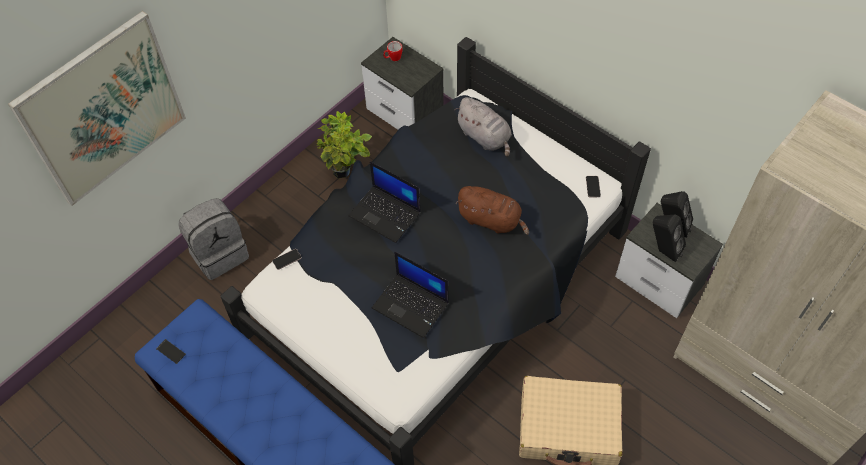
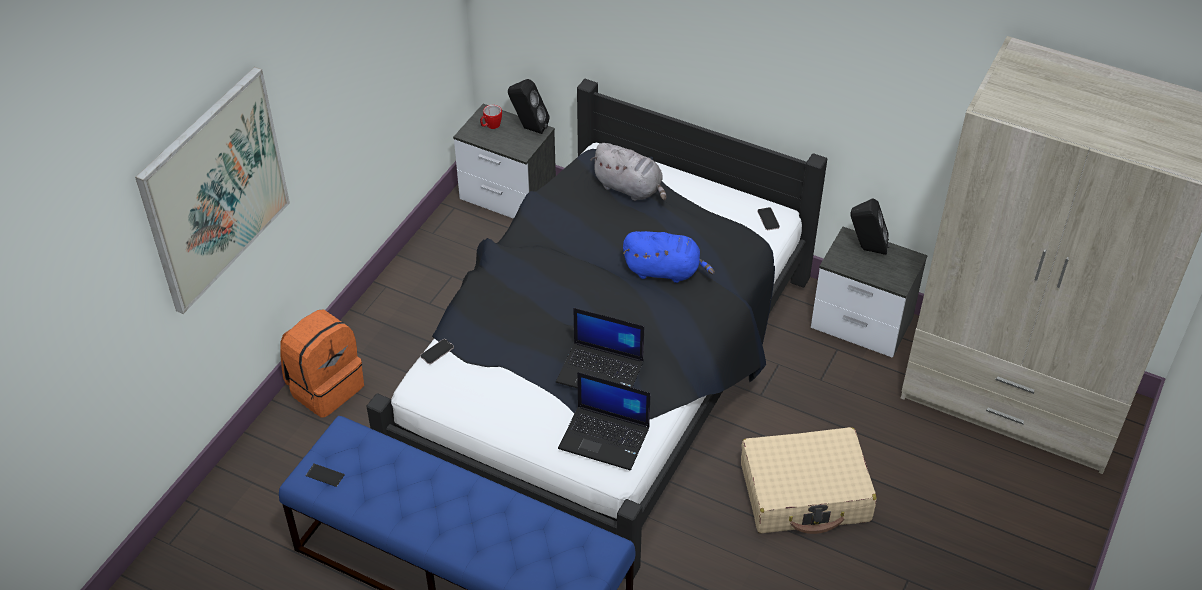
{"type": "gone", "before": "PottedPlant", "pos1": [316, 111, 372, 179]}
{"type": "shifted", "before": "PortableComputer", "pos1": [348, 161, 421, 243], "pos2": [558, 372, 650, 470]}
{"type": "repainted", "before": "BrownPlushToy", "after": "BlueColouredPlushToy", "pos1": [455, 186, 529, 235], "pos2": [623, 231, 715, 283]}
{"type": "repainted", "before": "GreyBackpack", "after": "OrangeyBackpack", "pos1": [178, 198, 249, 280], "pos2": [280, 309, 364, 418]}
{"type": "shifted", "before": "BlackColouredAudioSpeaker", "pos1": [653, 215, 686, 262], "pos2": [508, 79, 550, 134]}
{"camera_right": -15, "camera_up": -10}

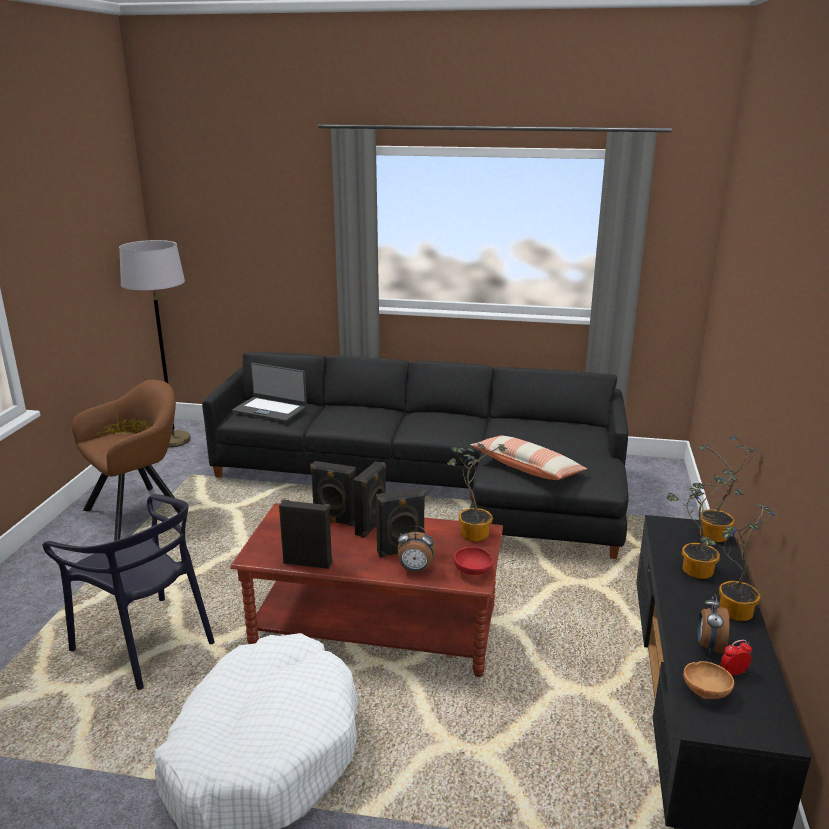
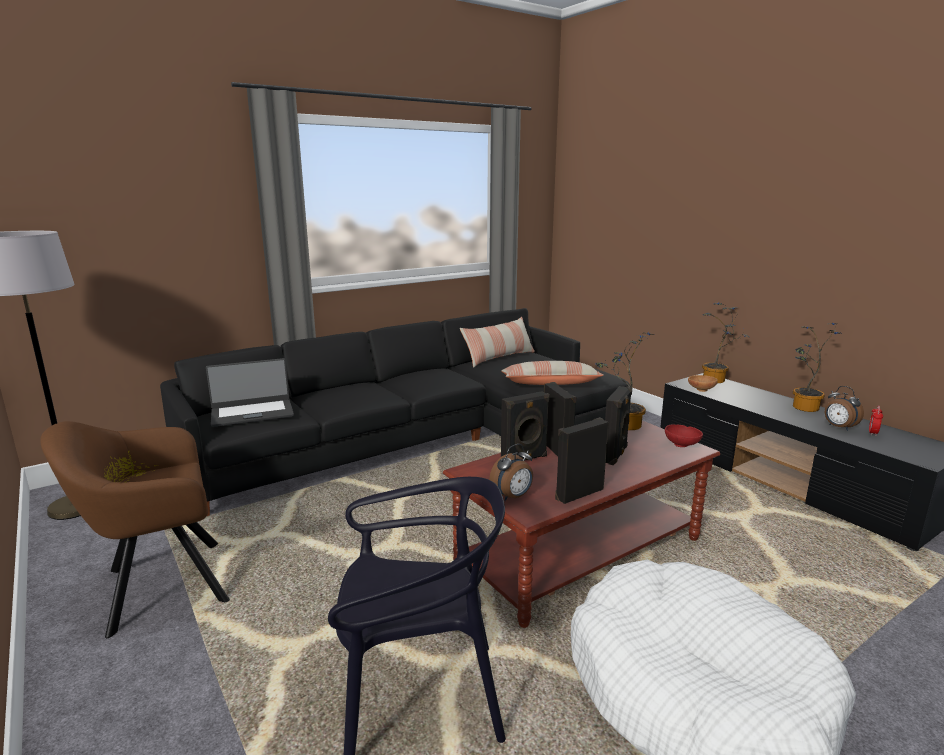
{"type": "rotated", "before": "BrownLoungeChair", "pos1": [72, 380, 182, 541], "pos2": [40, 421, 230, 638], "turn": -120}
{"type": "gone", "before": "PottedPlant", "pos1": [667, 475, 739, 579]}
{"type": "shifted", "before": "TableClock", "pos1": [397, 526, 436, 572], "pos2": [489, 444, 533, 501]}
{"type": "shifted", "before": "BrownBowl", "pos1": [683, 661, 734, 699], "pos2": [688, 375, 718, 392]}
{"type": "new", "after": "ThrowPillow", "pos2": [460, 317, 535, 368]}
{"camera_right": -45, "camera_up": -5}

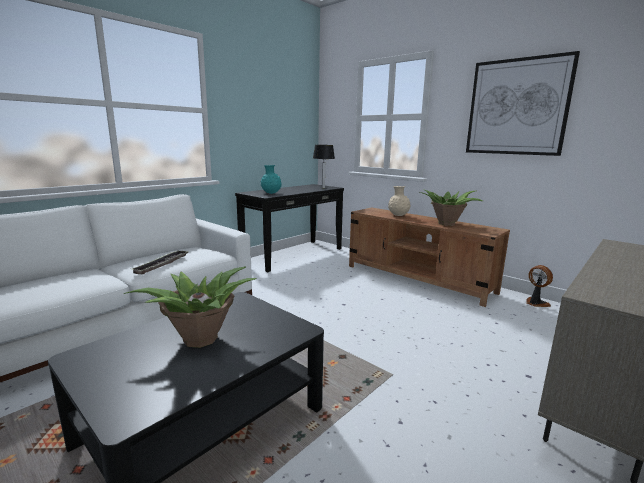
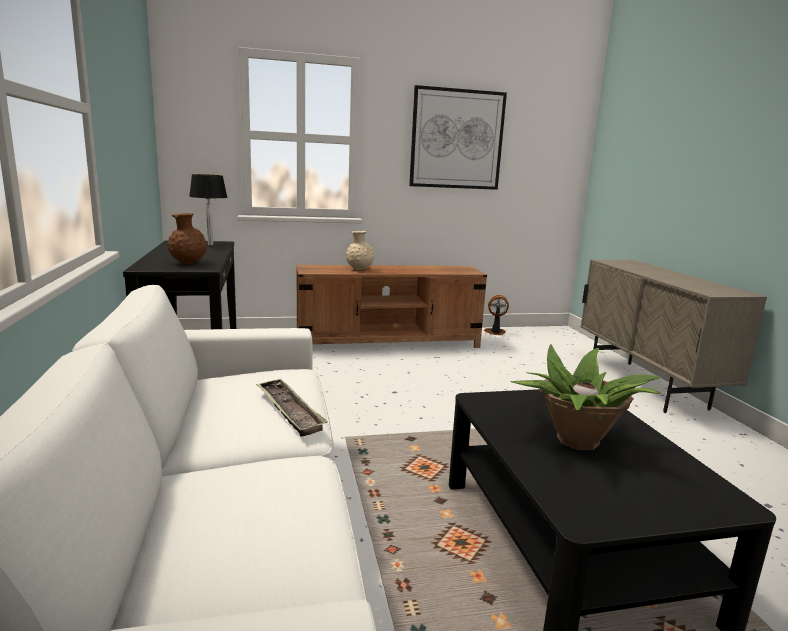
{"type": "repainted", "before": "TurquoiseColouredFlowerVase", "after": "BrownFlowerVase", "pos1": [261, 165, 282, 194], "pos2": [167, 213, 207, 264]}
{"type": "gone", "before": "PottedPlant", "pos1": [420, 190, 483, 226]}
{"camera_right": -55, "camera_up": 0}

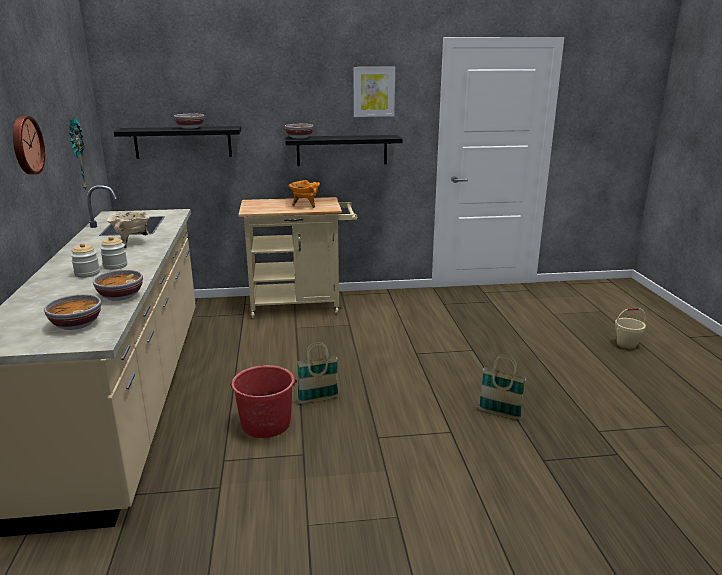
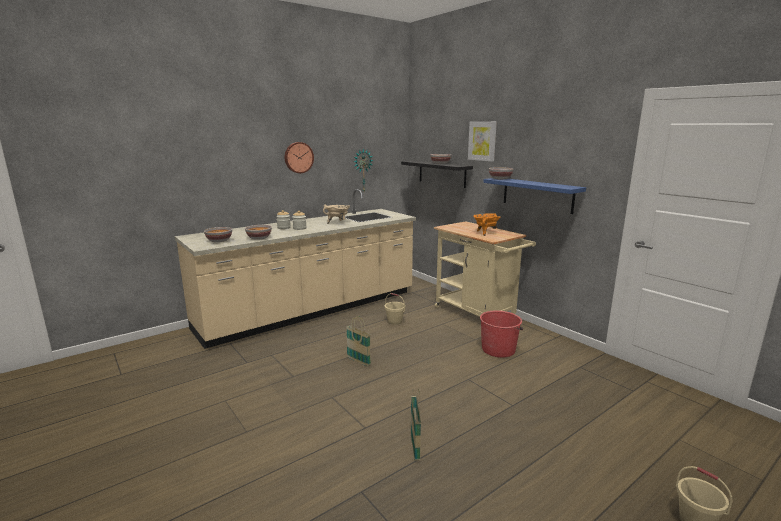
{"type": "shifted", "before": "WallArt", "pos1": [354, 67, 395, 117], "pos2": [468, 121, 497, 162]}
{"type": "repainted", "before": "BlackColouredShelf", "after": "BlueColouredShelf", "pos1": [285, 135, 403, 166], "pos2": [483, 178, 586, 214]}
{"type": "shifted", "before": "RedColouredWaterBucket", "pos1": [230, 365, 297, 438], "pos2": [480, 310, 523, 358]}
{"type": "new", "after": "SandColouredWaterBucket", "pos2": [385, 293, 405, 325]}
{"camera_right": 60, "camera_up": -5}

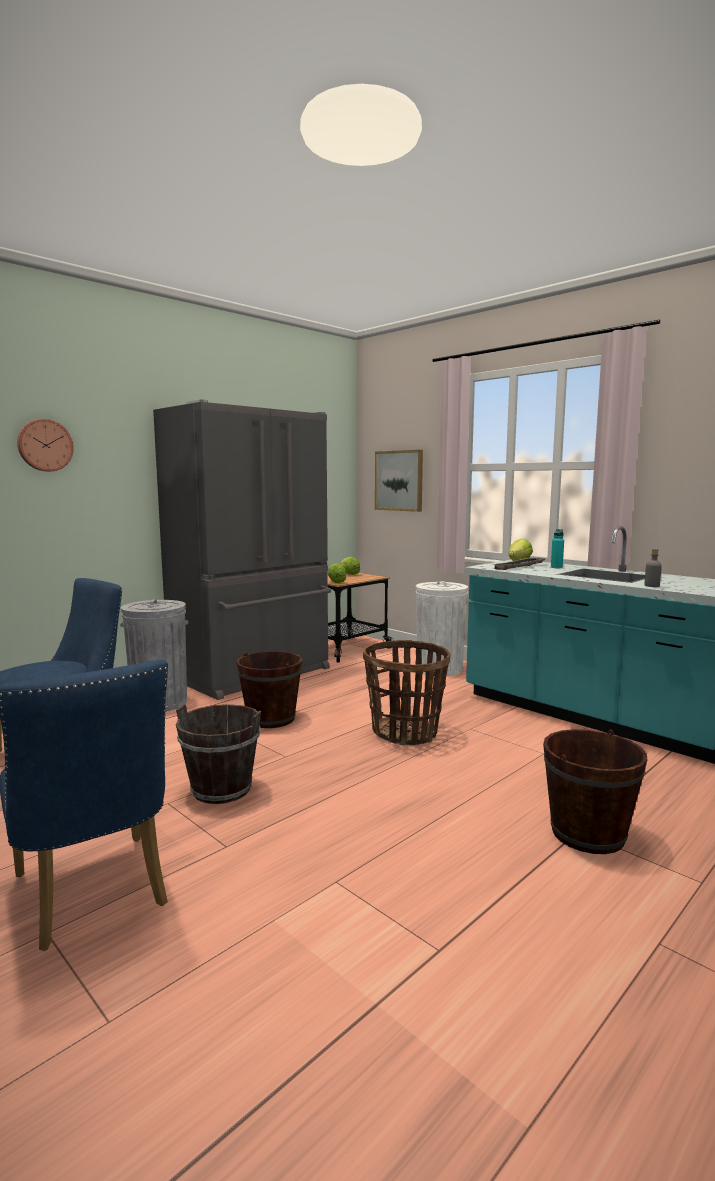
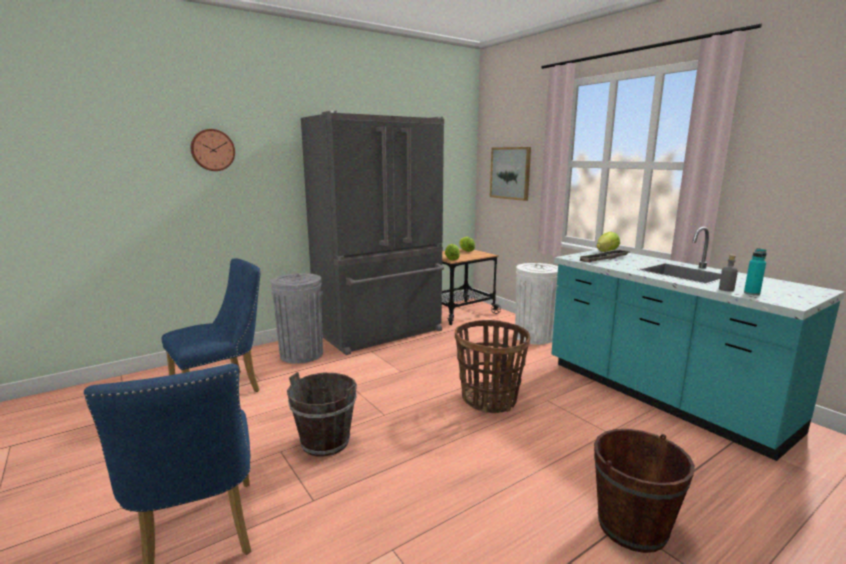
{"type": "shifted", "before": "TurquoiseColouredBottle", "pos1": [551, 529, 564, 568], "pos2": [744, 248, 767, 295]}
{"type": "gone", "before": "BrownWaterBucket", "pos1": [237, 651, 302, 728]}
{"camera_right": 10, "camera_up": 5}

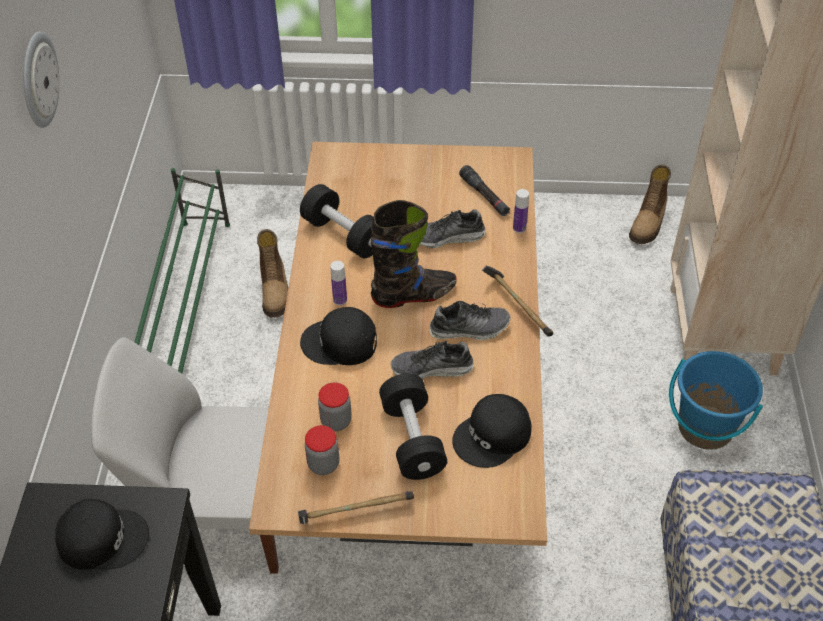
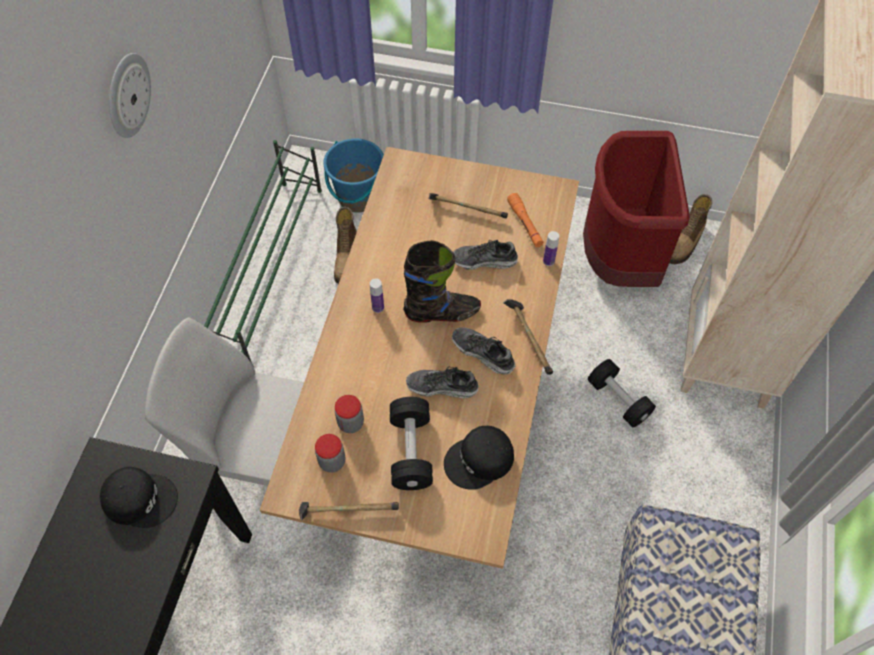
{"type": "repainted", "before": "BlackColouredTorch", "after": "OrangeyTorch", "pos1": [459, 165, 510, 216], "pos2": [507, 193, 544, 248]}
{"type": "shifted", "before": "BlackColouredHandWeight", "pos1": [300, 184, 374, 258], "pos2": [588, 359, 656, 427]}
{"type": "rotated", "before": "LowShoe", "pos1": [430, 301, 510, 340], "pos2": [452, 327, 515, 375], "turn": -150}
{"type": "gone", "before": "BlackColouredBaseballCap", "pos1": [300, 307, 377, 365]}
{"type": "shifted", "before": "BlueColouredWaterBucket", "pos1": [669, 351, 763, 450], "pos2": [324, 139, 384, 213]}
{"type": "new", "after": "RedColouredRubbishBin", "pos2": [583, 131, 690, 287]}
{"type": "new", "after": "HandHammer", "pos2": [428, 193, 508, 218]}
{"camera_right": 10, "camera_up": 10}

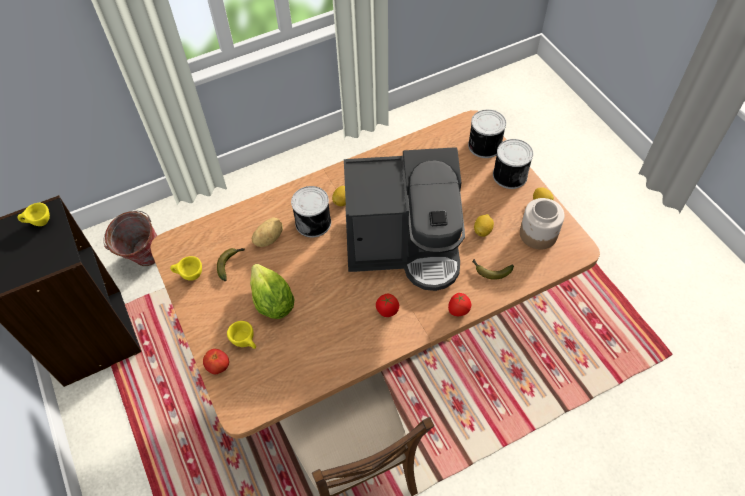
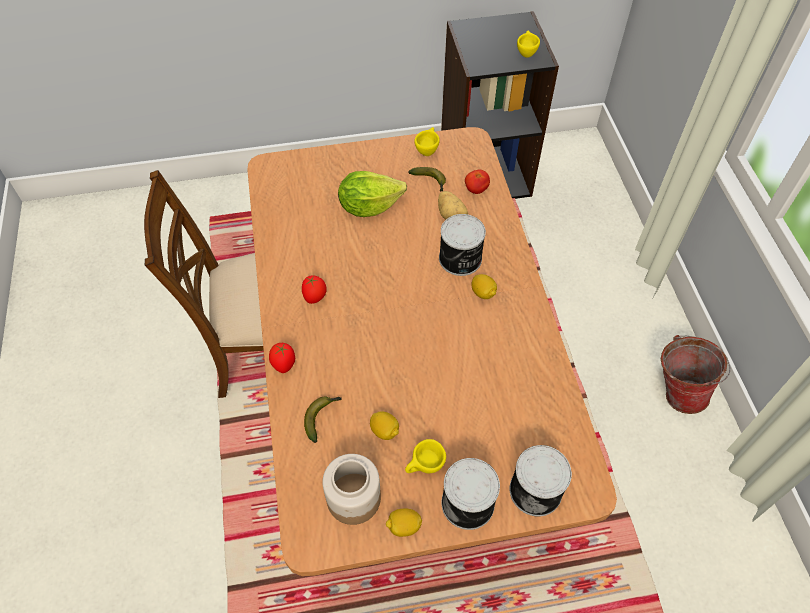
{"type": "gone", "before": "CoffeeBrewer", "pos1": [344, 147, 465, 291]}
{"type": "shifted", "before": "WaterBucket", "pos1": [103, 211, 157, 266], "pos2": [661, 335, 730, 414]}
{"type": "shifted", "before": "YellowSmallCup", "pos1": [227, 321, 256, 349], "pos2": [405, 439, 446, 473]}
{"type": "shifted", "before": "Tomato", "pos1": [203, 349, 229, 374], "pos2": [465, 170, 490, 194]}
{"camera_right": 105, "camera_up": 0}

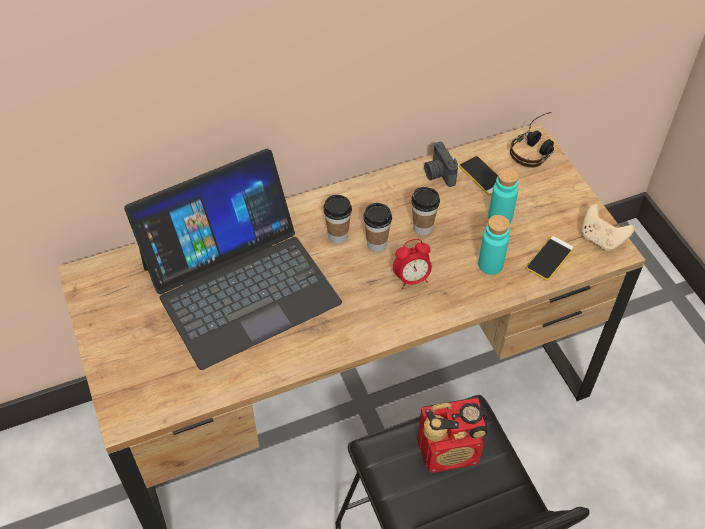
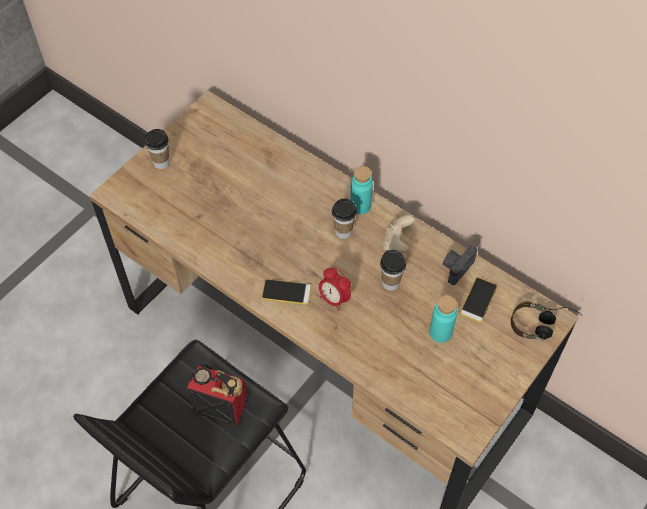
{"type": "gone", "before": "PortableComputer", "pos1": [124, 148, 342, 370]}
{"type": "shifted", "before": "SmallCup", "pos1": [363, 203, 392, 252], "pos2": [145, 129, 170, 169]}
{"type": "shifted", "before": "SandColouredJoypad", "pos1": [582, 204, 634, 251], "pos2": [383, 215, 415, 253]}
{"type": "shifted", "before": "TurquoiseColouredBottle", "pos1": [478, 215, 510, 275], "pos2": [350, 166, 373, 214]}
{"type": "shifted", "before": "Telephone", "pos1": [526, 236, 574, 281], "pos2": [261, 279, 312, 305]}
{"type": "rotated", "before": "Radio", "pos1": [417, 397, 488, 473], "pos2": [187, 363, 247, 426], "turn": 150}
{"camera_right": 60, "camera_up": 5}

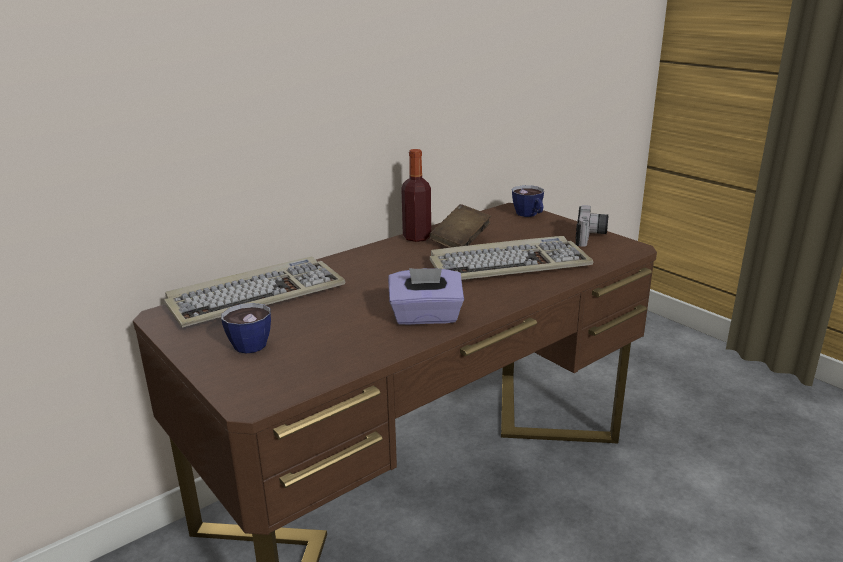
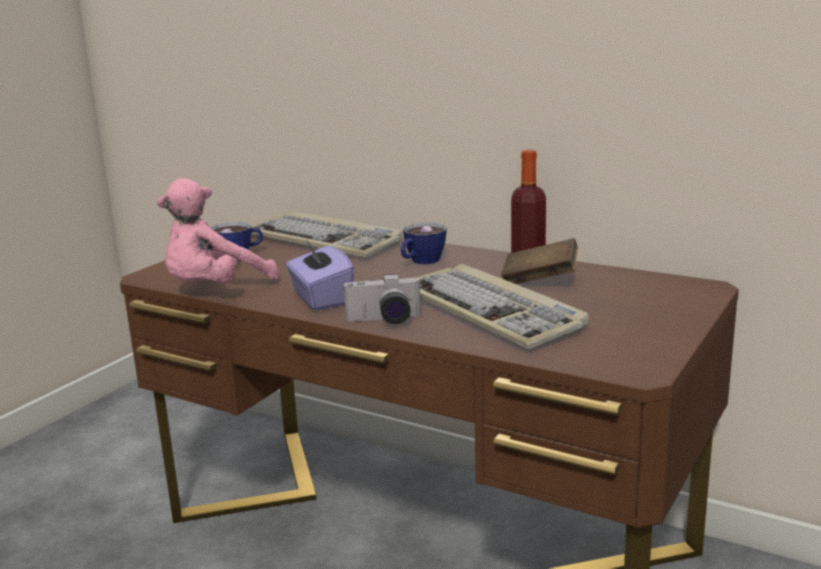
{"type": "shifted", "before": "SmallCup", "pos1": [512, 185, 544, 217], "pos2": [401, 222, 447, 264]}
{"type": "shifted", "before": "PhotoCamera", "pos1": [575, 205, 608, 247], "pos2": [343, 274, 422, 324]}
{"type": "new", "after": "PinkColouredPlushToy", "pos2": [157, 178, 279, 283]}
{"camera_right": 70, "camera_up": -5}

